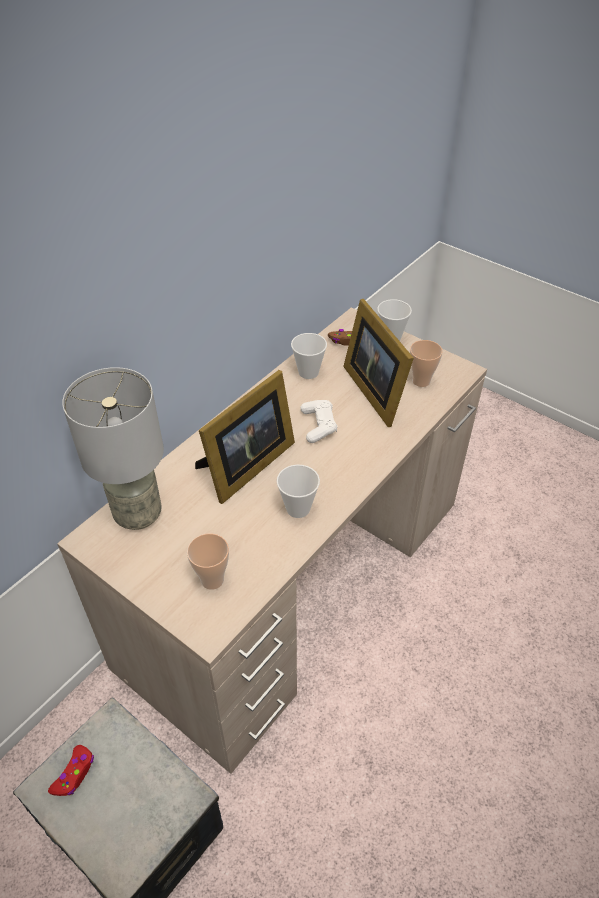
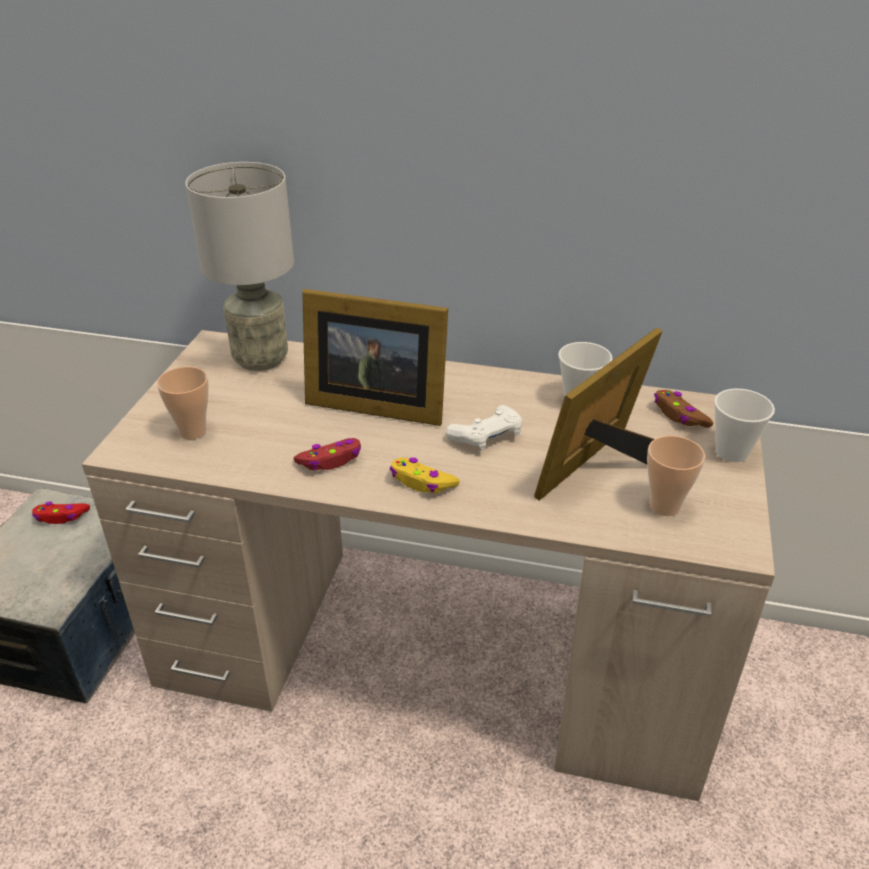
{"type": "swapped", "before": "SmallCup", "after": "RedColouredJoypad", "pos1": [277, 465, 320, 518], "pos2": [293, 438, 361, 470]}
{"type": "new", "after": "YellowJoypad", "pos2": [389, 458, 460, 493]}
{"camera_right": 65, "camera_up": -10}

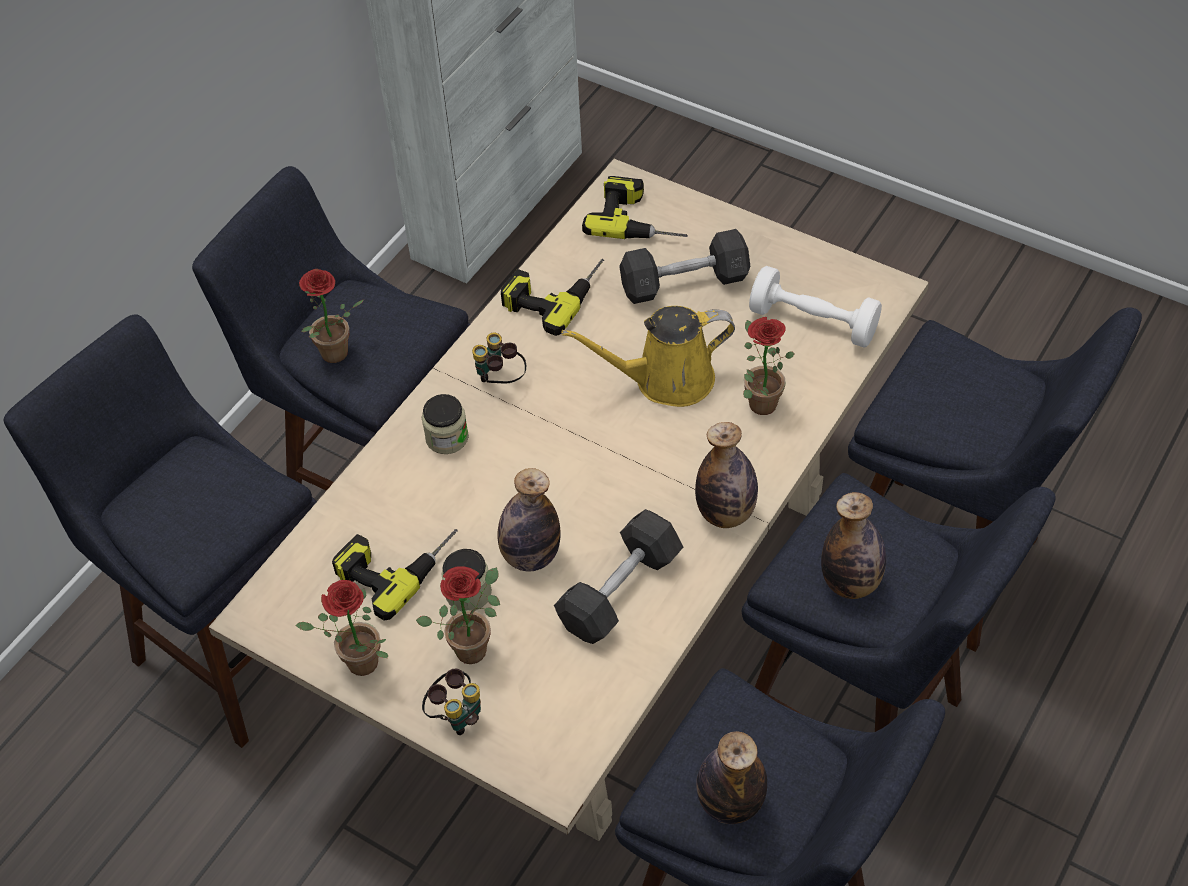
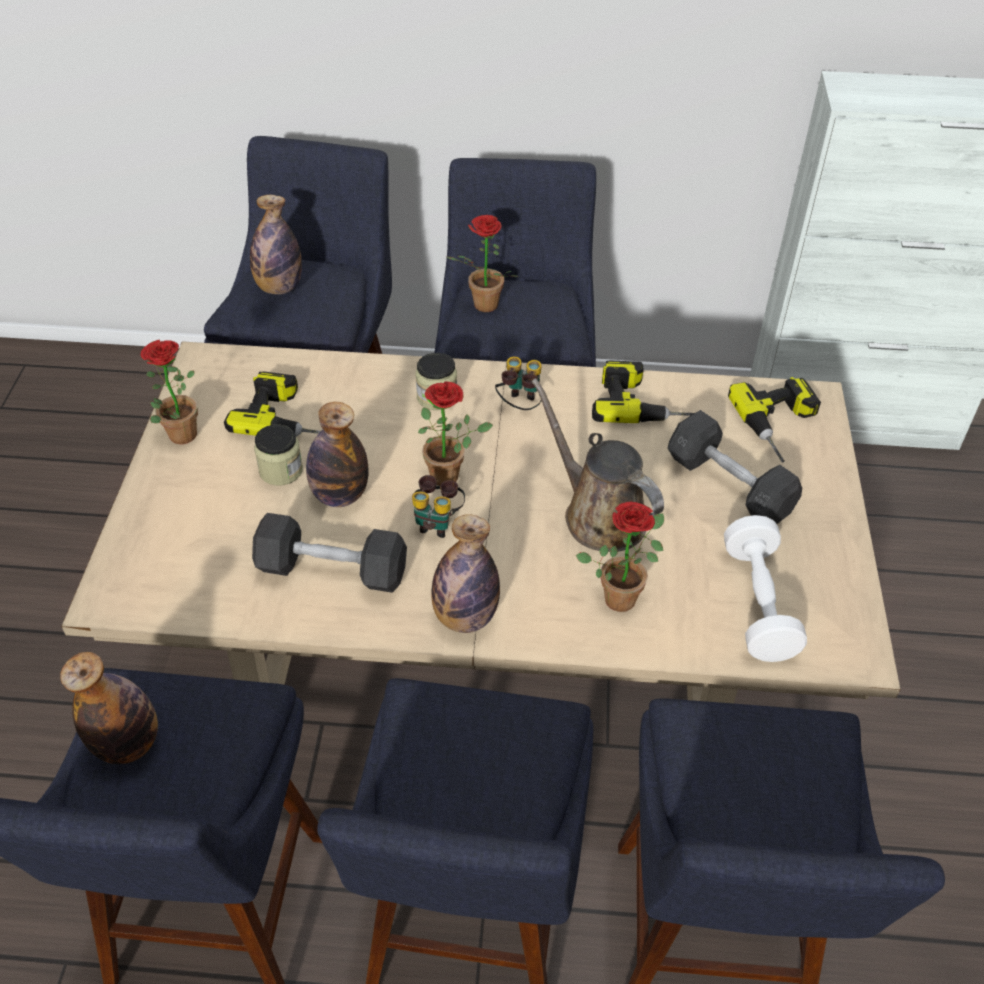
{"type": "repainted", "before": "YellowWateringCan", "after": "BrownWateringCan", "pos1": [561, 306, 735, 407], "pos2": [531, 378, 664, 552]}
{"type": "shifted", "before": "Bottle", "pos1": [821, 492, 886, 599], "pos2": [250, 195, 302, 294]}
{"type": "shifted", "before": "PottedPlant", "pos1": [416, 566, 500, 664], "pos2": [418, 381, 493, 486]}
{"type": "shifted", "before": "PairOfBinoculars", "pos1": [422, 669, 481, 735], "pos2": [412, 475, 465, 538]}
{"camera_right": 60, "camera_up": -5}

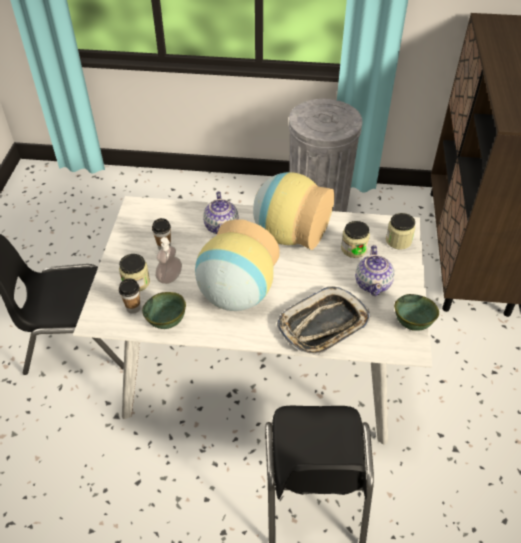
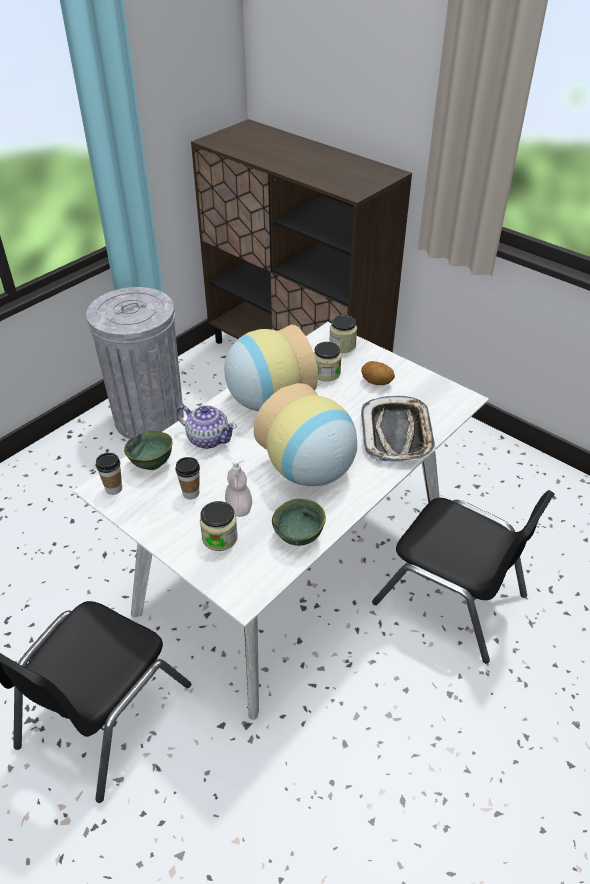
{"type": "swapped", "before": "TeaPot", "after": "Potato", "pos1": [355, 245, 394, 296], "pos2": [361, 361, 395, 385]}
{"type": "shifted", "before": "SmallCup", "pos1": [119, 278, 141, 314], "pos2": [96, 453, 122, 495]}
{"type": "shifted", "before": "GreenBowl", "pos1": [394, 294, 439, 331], "pos2": [124, 431, 173, 470]}
{"camera_right": -55, "camera_up": -5}

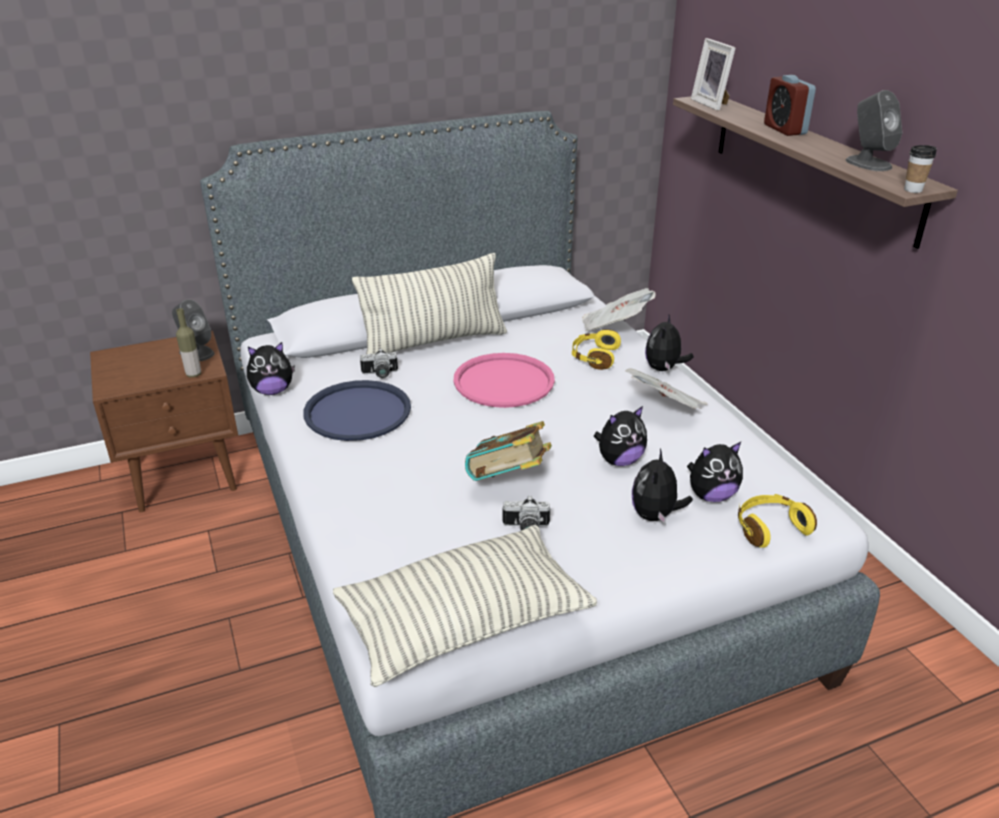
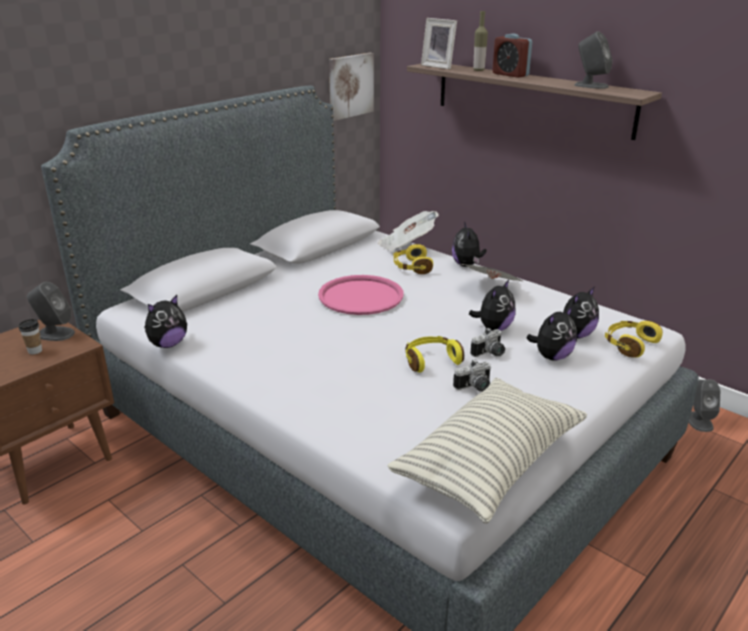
{"type": "shifted", "before": "SmallCup", "pos1": [904, 145, 937, 193], "pos2": [19, 319, 42, 355]}
{"type": "gone", "before": "ThrowPillow", "pos1": [352, 253, 507, 354]}
{"type": "shifted", "before": "Bottle", "pos1": [176, 308, 201, 377], "pos2": [473, 11, 488, 71]}
{"type": "shifted", "before": "PhotoCamera", "pos1": [360, 349, 398, 378], "pos2": [470, 328, 505, 357]}
{"type": "gone", "before": "BlueColouredCarryingTray", "pos1": [303, 380, 411, 441]}
{"type": "swapped", "before": "Volume", "after": "YellowHeadphones", "pos1": [465, 421, 552, 481], "pos2": [406, 336, 464, 373]}
{"type": "rotated", "before": "PlushToy", "pos1": [632, 449, 693, 524], "pos2": [526, 307, 577, 361], "turn": -120}
{"type": "new", "after": "WallArt", "pos2": [329, 53, 374, 121]}
{"type": "new", "after": "GreyAudioSpeaker", "pos2": [689, 379, 720, 432]}
{"camera_right": -25, "camera_up": -5}

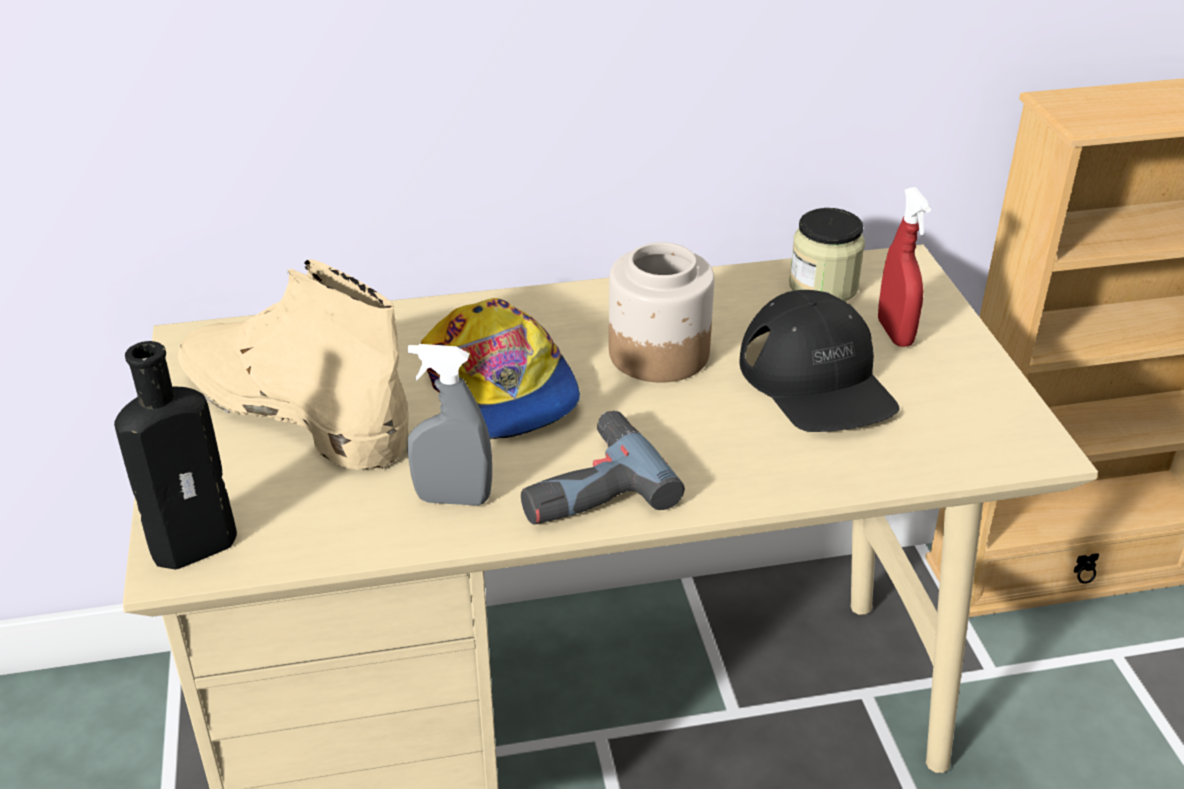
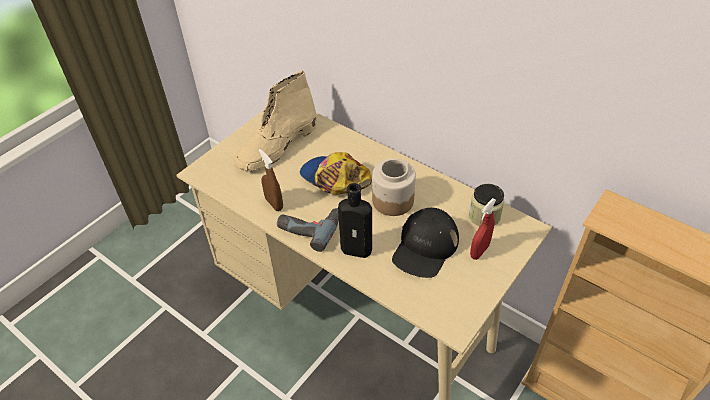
{"type": "rotated", "before": "SandColouredHighTopBoot", "pos1": [178, 259, 409, 470], "pos2": [234, 71, 317, 171], "turn": -135}
{"type": "rotated", "before": "BaseballCap", "pos1": [421, 298, 580, 439], "pos2": [300, 152, 372, 195], "turn": 105}
{"type": "shifted", "before": "BlackColouredBottle", "pos1": [114, 341, 237, 569], "pos2": [338, 183, 372, 258]}
{"type": "repainted", "before": "GreySprayer", "after": "BrownSprayer", "pos1": [407, 344, 492, 506], "pos2": [259, 149, 283, 211]}
{"camera_right": 50, "camera_up": 10}

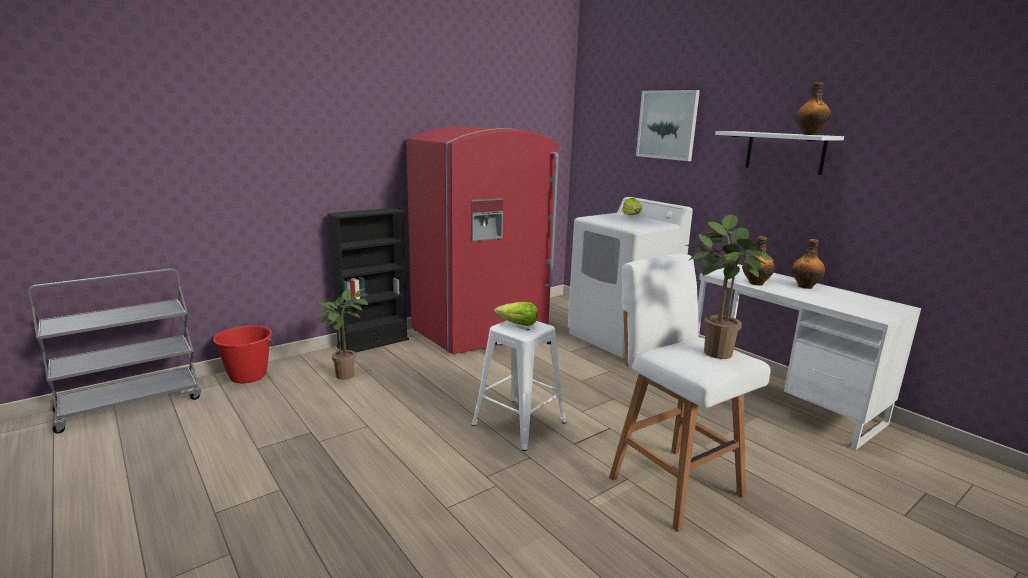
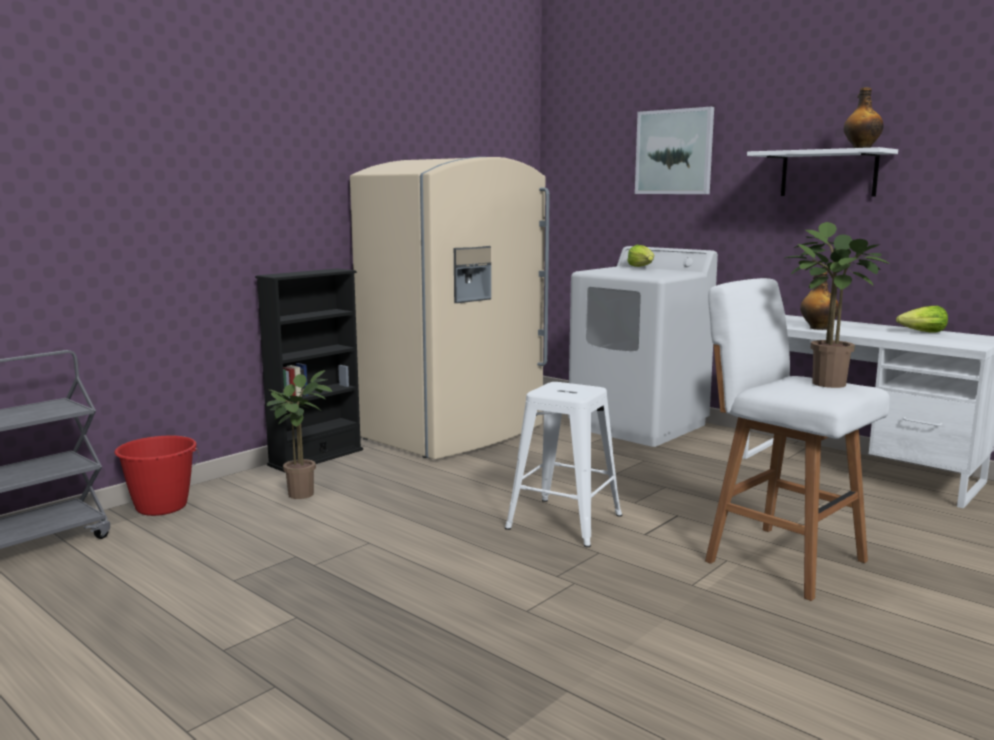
{"type": "repainted", "before": "RedColouredRefrigerator", "after": "SandColouredRefrigerator", "pos1": [406, 126, 559, 354], "pos2": [350, 157, 550, 459]}
{"type": "gone", "before": "Bottle", "pos1": [792, 239, 825, 289]}
{"type": "shifted", "before": "HeadOfLettuce", "pos1": [494, 302, 538, 326], "pos2": [896, 306, 948, 333]}
{"camera_right": -10, "camera_up": -5}

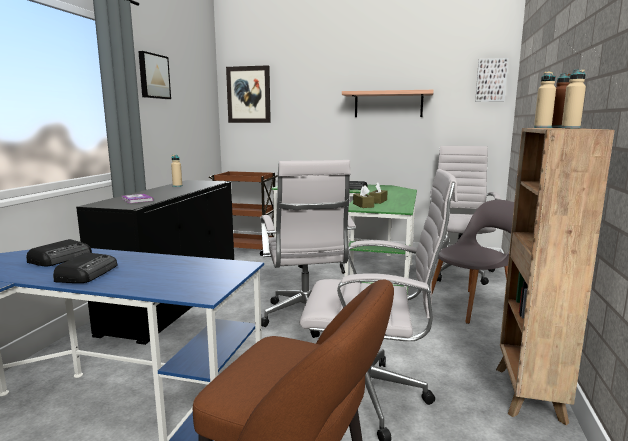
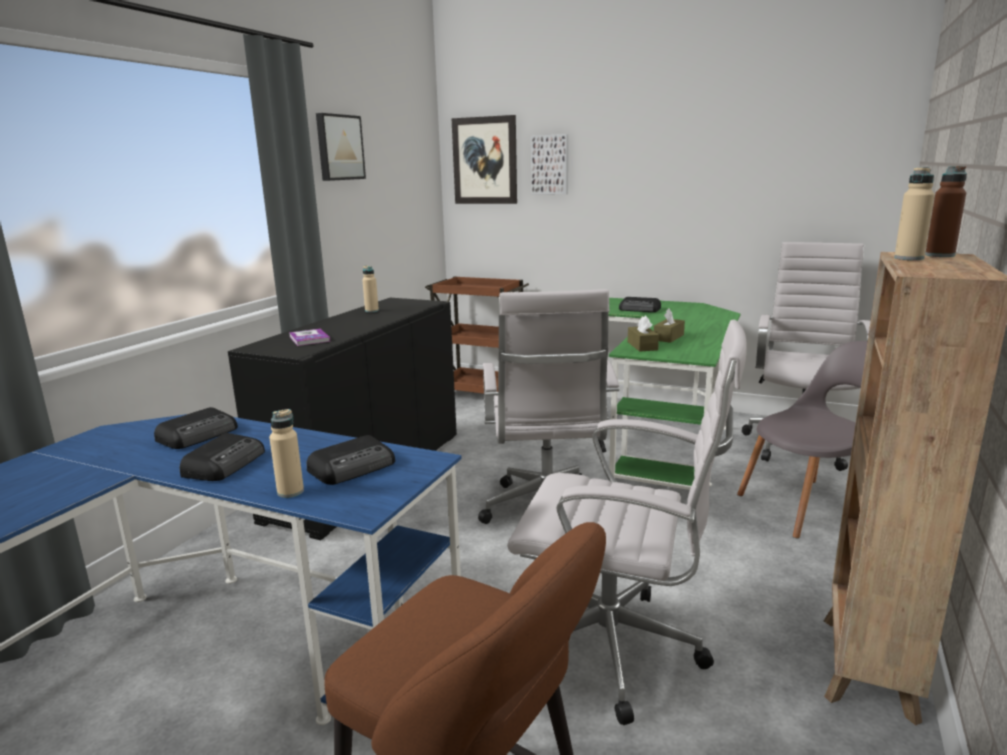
{"type": "shifted", "before": "WallArt", "pos1": [475, 58, 508, 102], "pos2": [531, 134, 568, 194]}
{"type": "shifted", "before": "SandColouredBottle", "pos1": [561, 69, 586, 128], "pos2": [269, 409, 304, 498]}
{"type": "gone", "before": "Shelf", "pos1": [342, 90, 433, 117]}
{"type": "new", "after": "Radio", "pos2": [306, 435, 395, 485]}
{"camera_right": 10, "camera_up": 5}

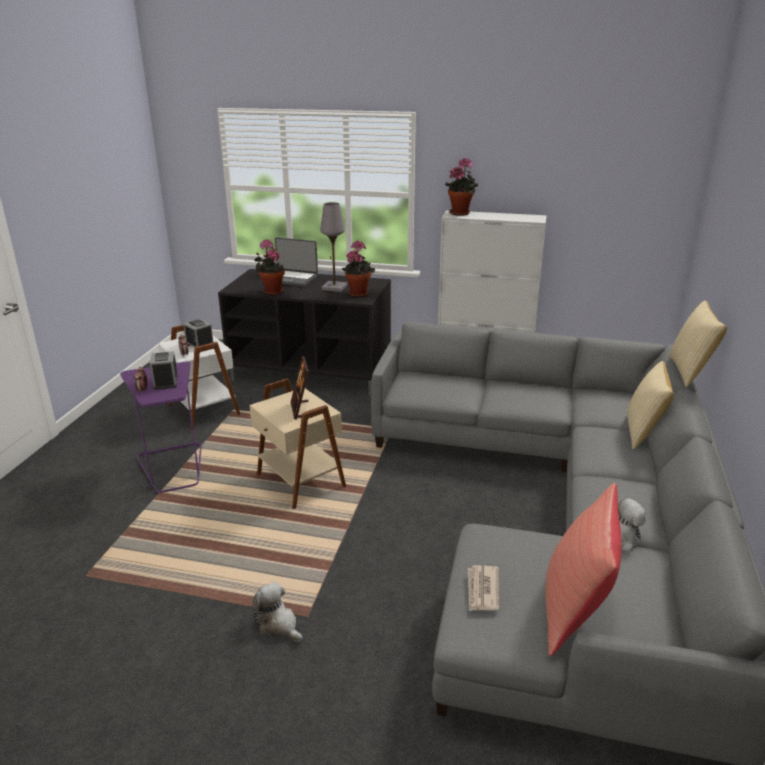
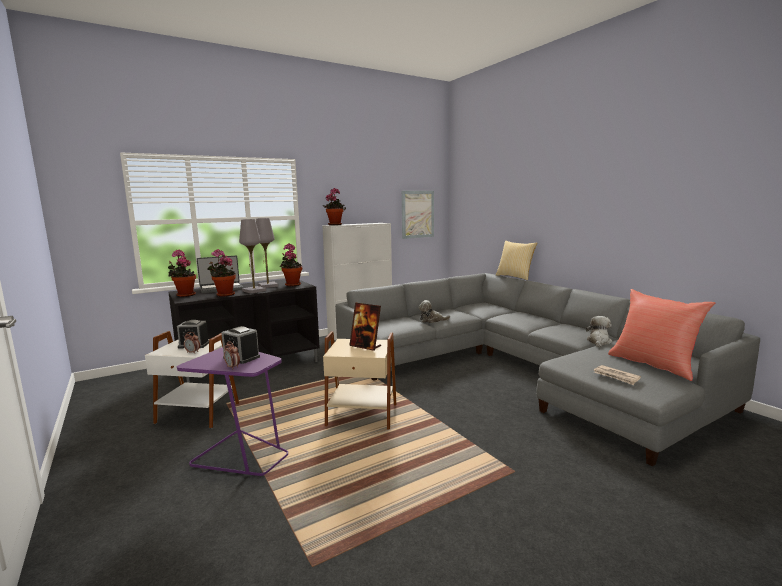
{"type": "gone", "before": "ThrowPillow", "pos1": [627, 361, 674, 450]}
{"type": "shifted", "before": "PlushToy", "pos1": [252, 582, 302, 642], "pos2": [418, 300, 450, 323]}
{"type": "new", "after": "WallArt", "pos2": [402, 191, 434, 239]}
{"type": "new", "after": "GreyTableLamp", "pos2": [239, 219, 266, 293]}
{"type": "new", "after": "PottedPlant", "pos2": [168, 249, 196, 297]}
{"camera_right": -45, "camera_up": -15}

